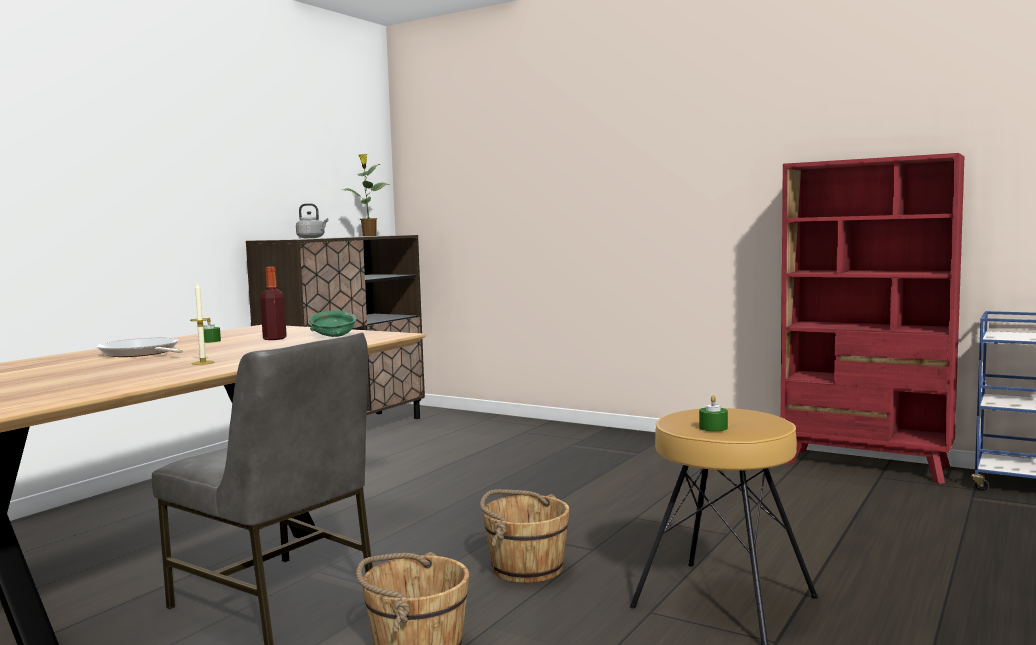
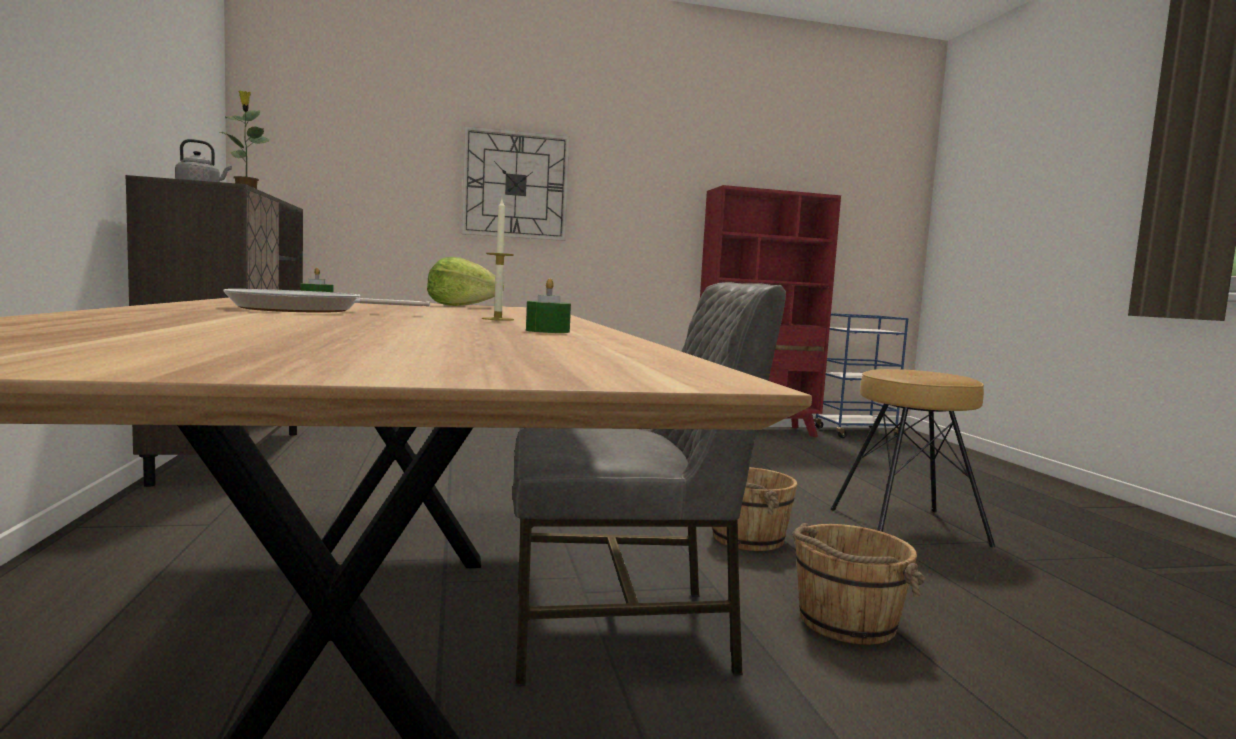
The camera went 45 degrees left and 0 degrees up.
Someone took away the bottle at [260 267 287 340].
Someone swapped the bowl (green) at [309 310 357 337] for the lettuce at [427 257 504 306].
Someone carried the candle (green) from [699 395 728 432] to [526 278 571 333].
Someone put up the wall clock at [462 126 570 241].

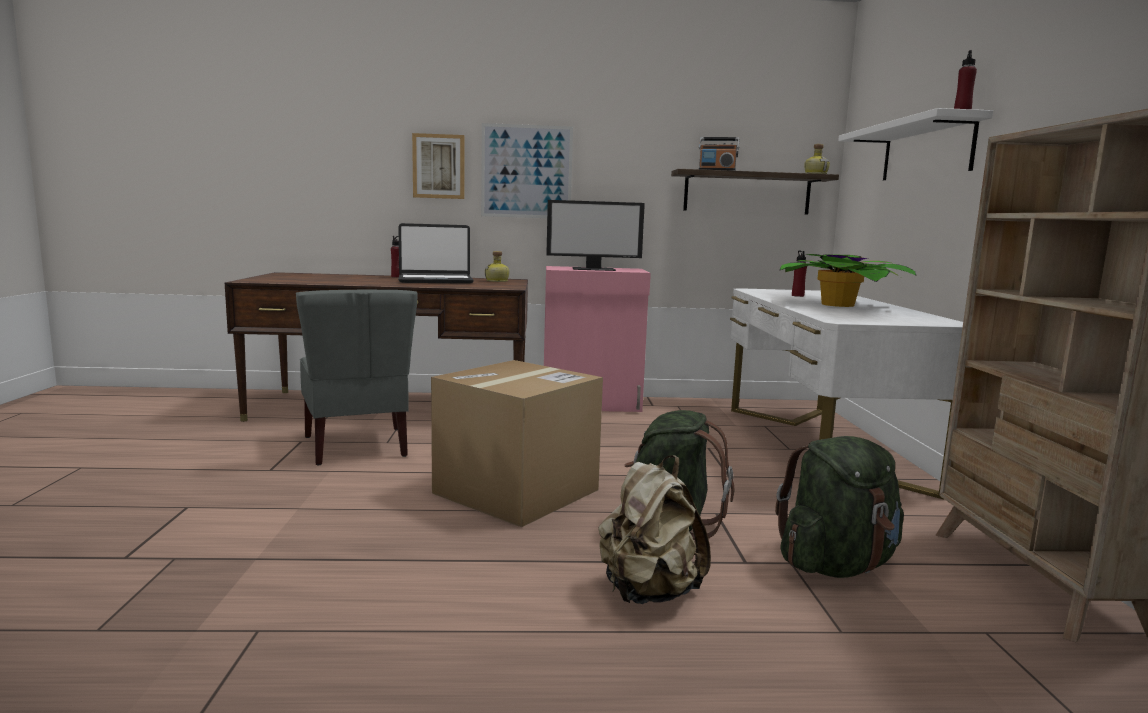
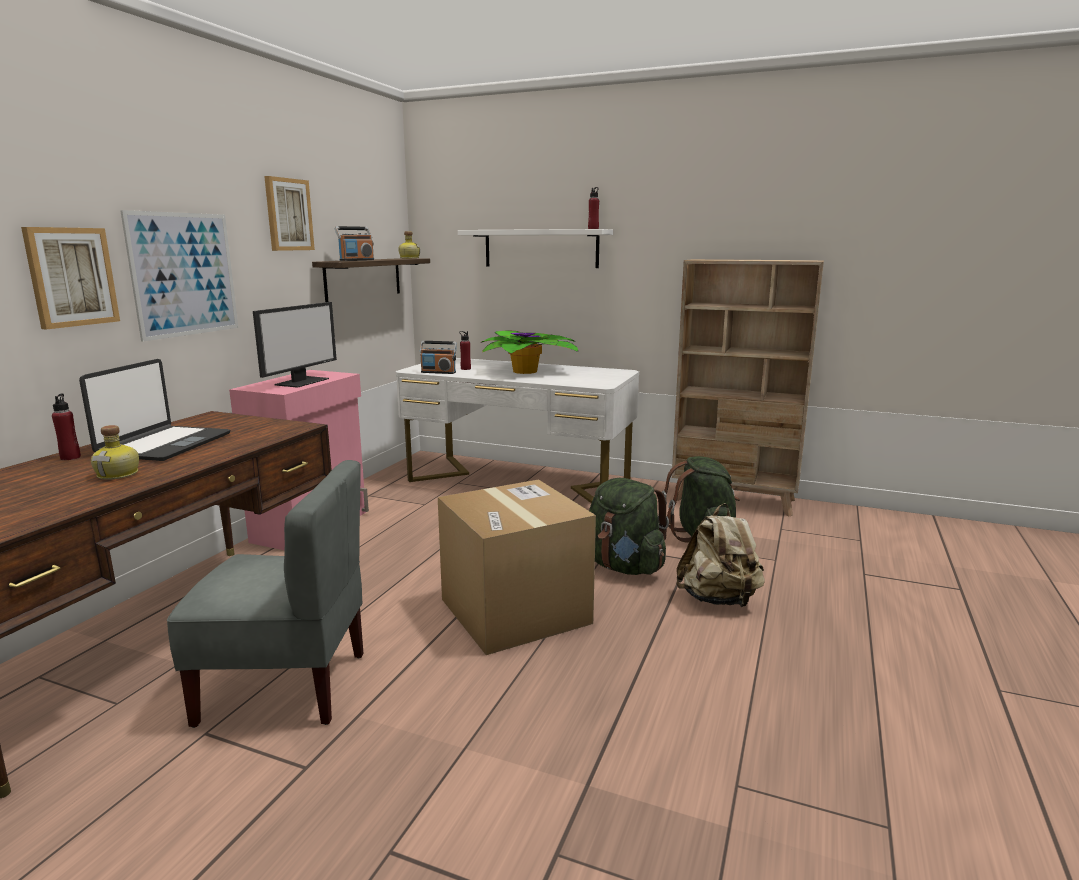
The camera went 65 degrees left and 5 degrees up.
Someone carried the bottle from [485 251 510 282] to [91 425 139 480].
Someone put up the picture at [264 176 315 251].
Someone put down the radio at [420 341 457 374].

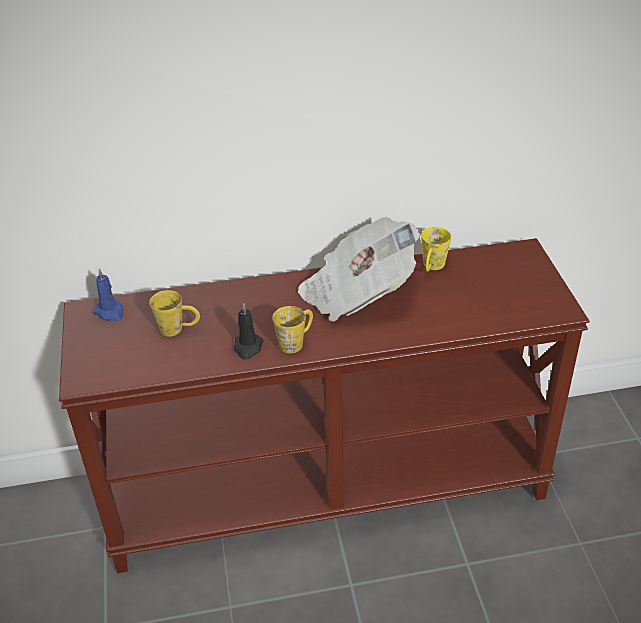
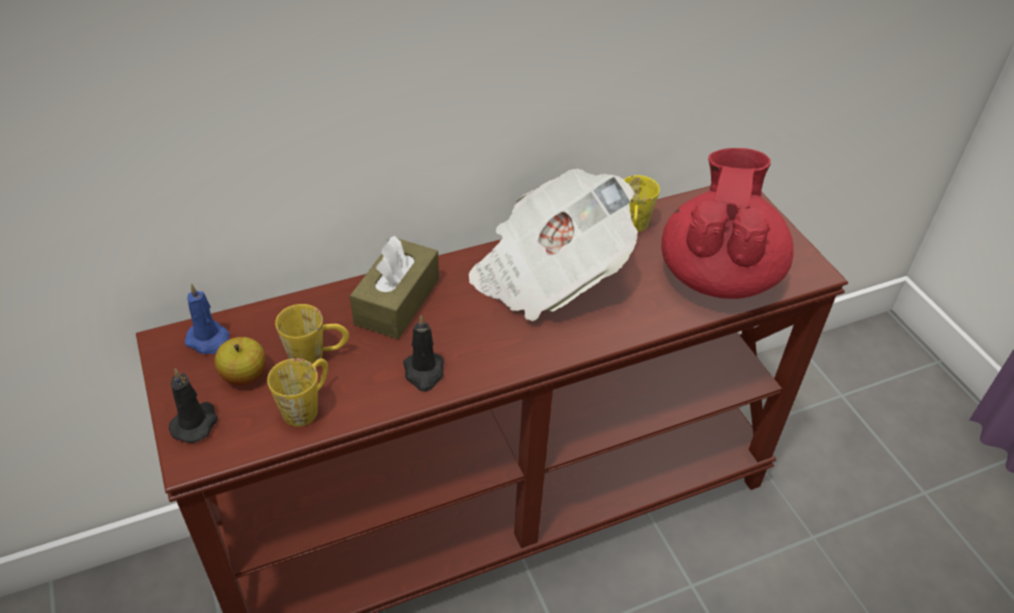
The camera went 15 degrees left and 5 degrees up.
Someone carried the mug (yellow) from [272 306 313 354] to [267 358 328 427].
Someone put down the candle (black) at [169 368 218 443].
Someone put down the apple at [215 337 266 385].
Someone put down the tissue box (brown) at [350 236 439 339].
Someone put down the teapot (red) at [662 148 794 299].

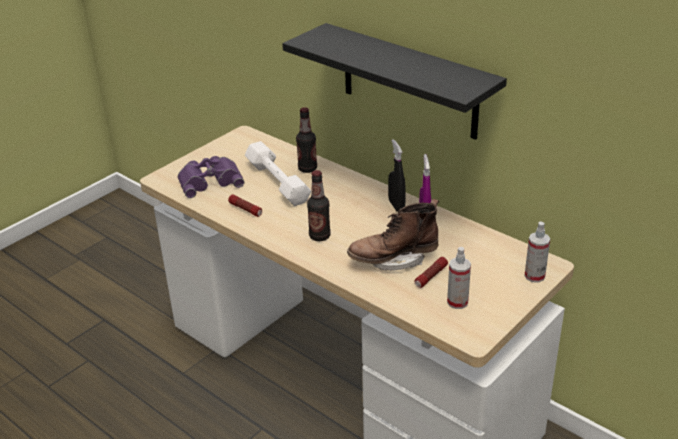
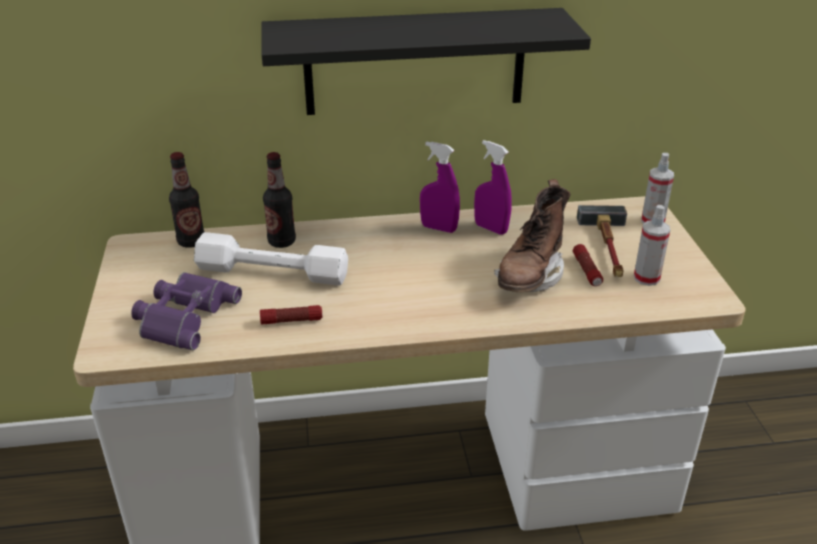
The camera went 50 degrees left and 0 degrees up.
Someone carried the bottle from [307 170 331 241] to [169 152 205 248].
Someone repainted the spray bottle (black) at [388 139 406 212], which became the spray bottle (purple) at [420 141 460 233].
Someone put down the hammer at [577 205 627 277].

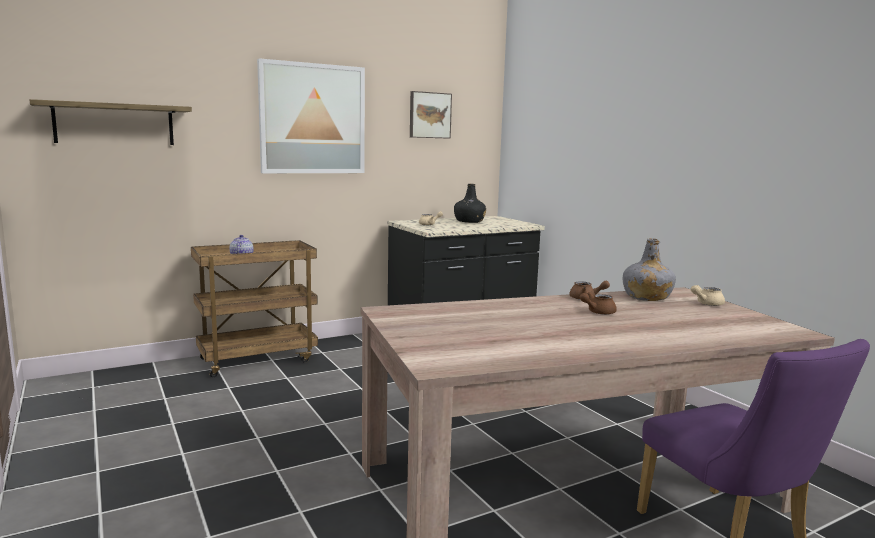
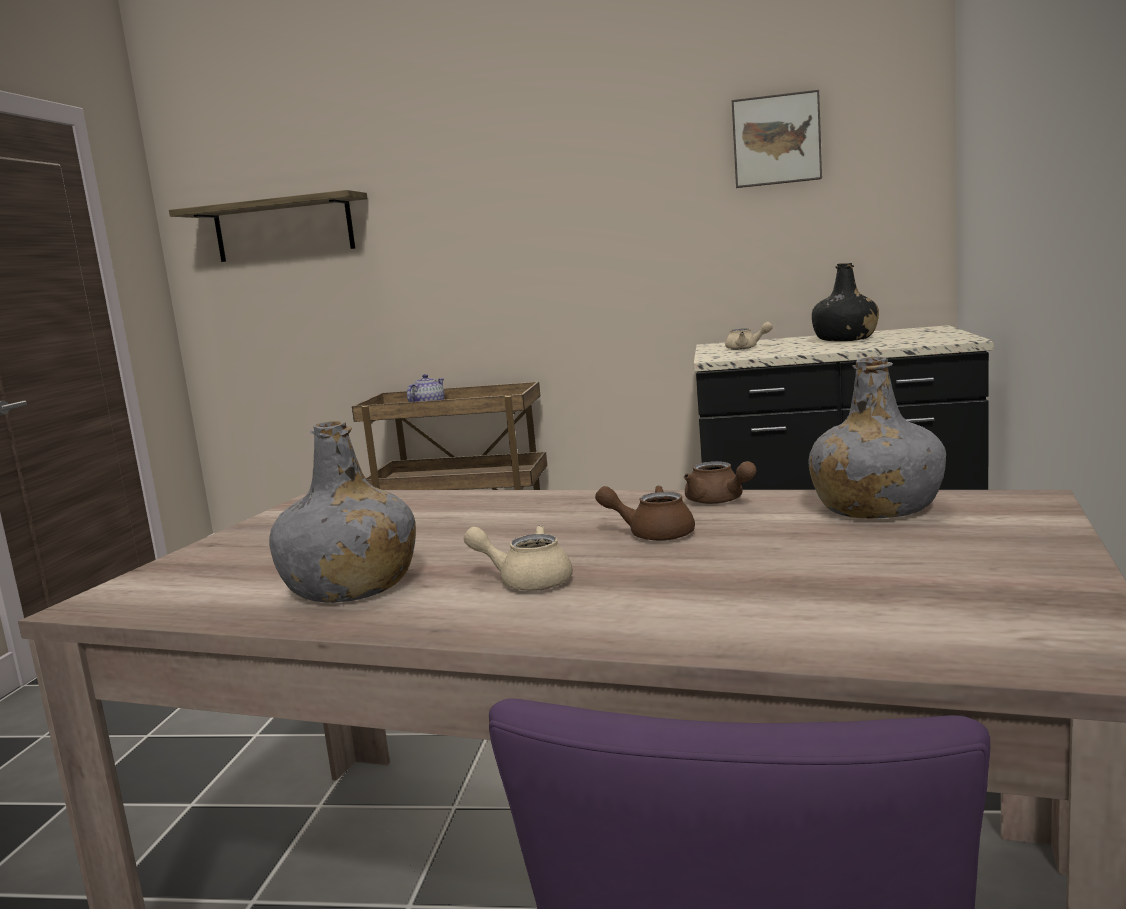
The camera went 40 degrees right and 0 degrees up.
Someone took away the picture at [257 58 365 173].
Someone carried the teapot (beige) from [691 285 725 306] to [464 525 573 591].
Someone put down the bottle (grey) at [269 421 416 603].

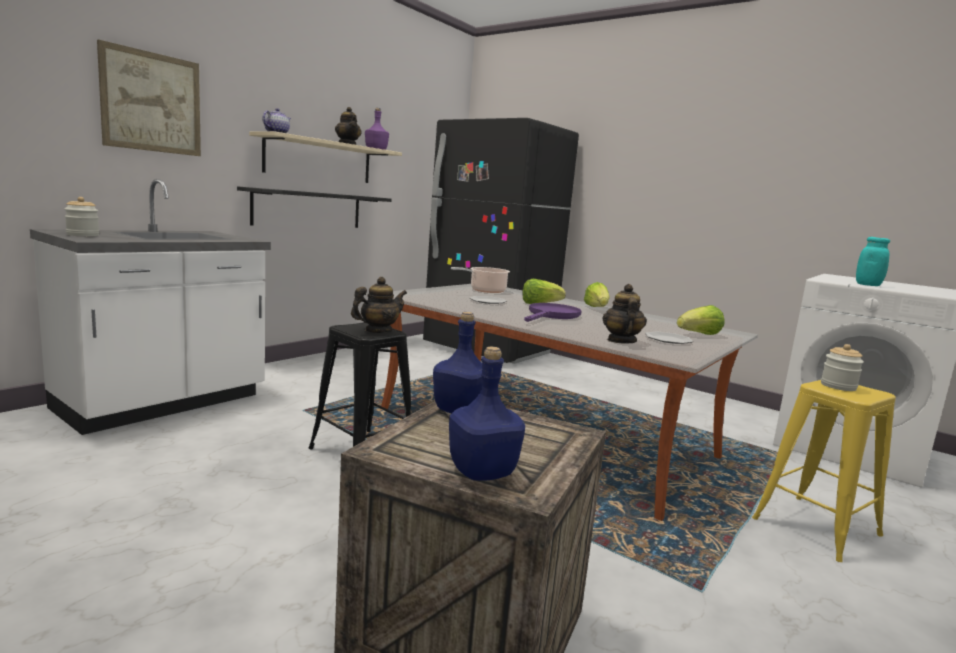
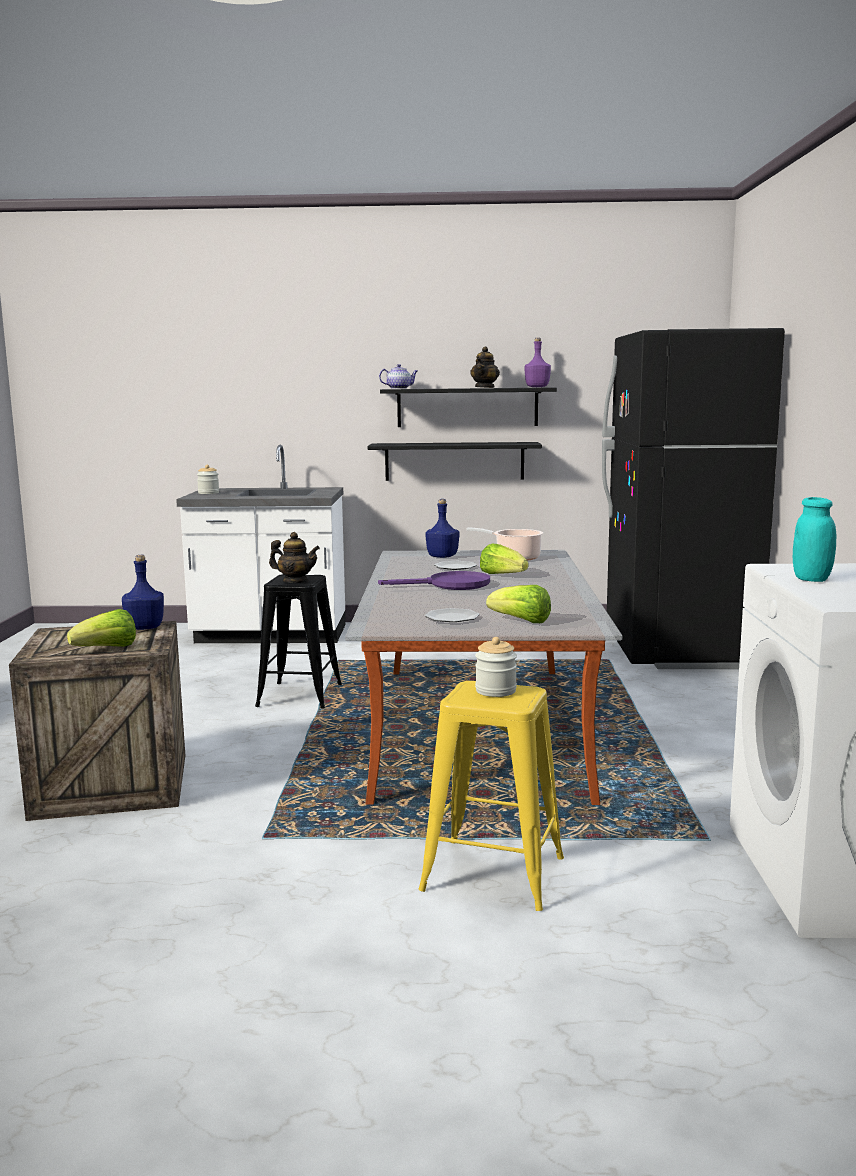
The camera went 55 degrees right and 0 degrees up.
Someone took away the picture at [97 39 201 156].
Someone repainted the shelf (beige) at [249 131 402 183], which became the shelf (black) at [380 388 557 427].
Someone carried the bottle (blue) from [449 347 525 481] to [425 499 459 558].
Someone carried the lettuce from [584 282 610 307] to [67 609 136 647].
Someone took away the teapot at [602 284 647 343].

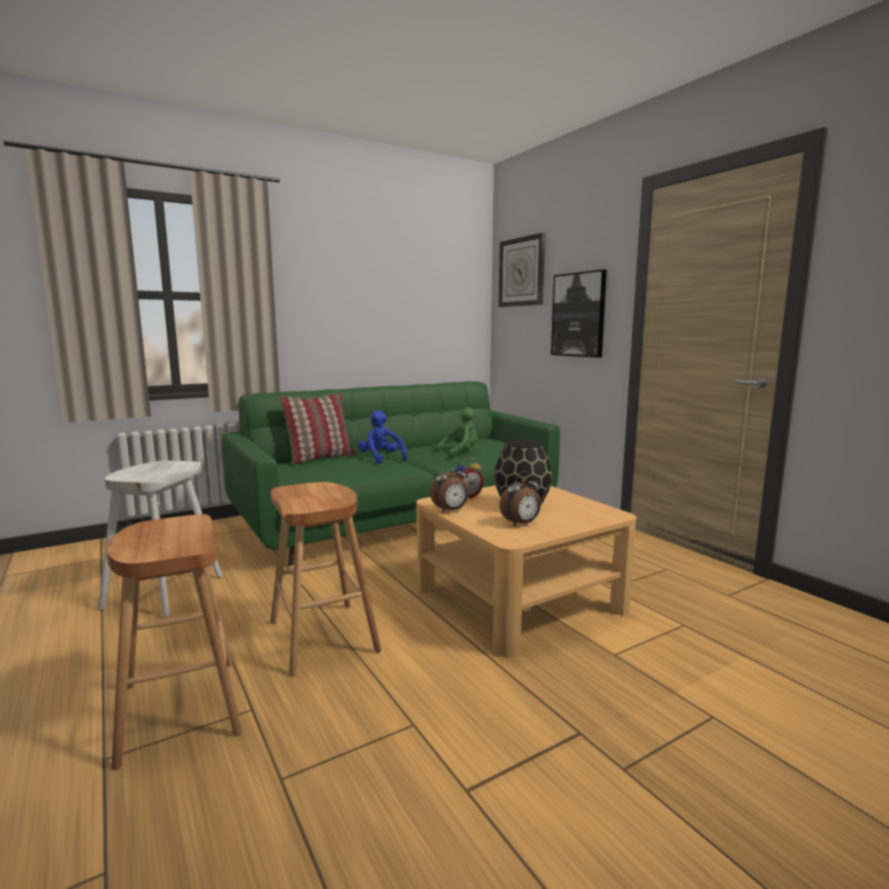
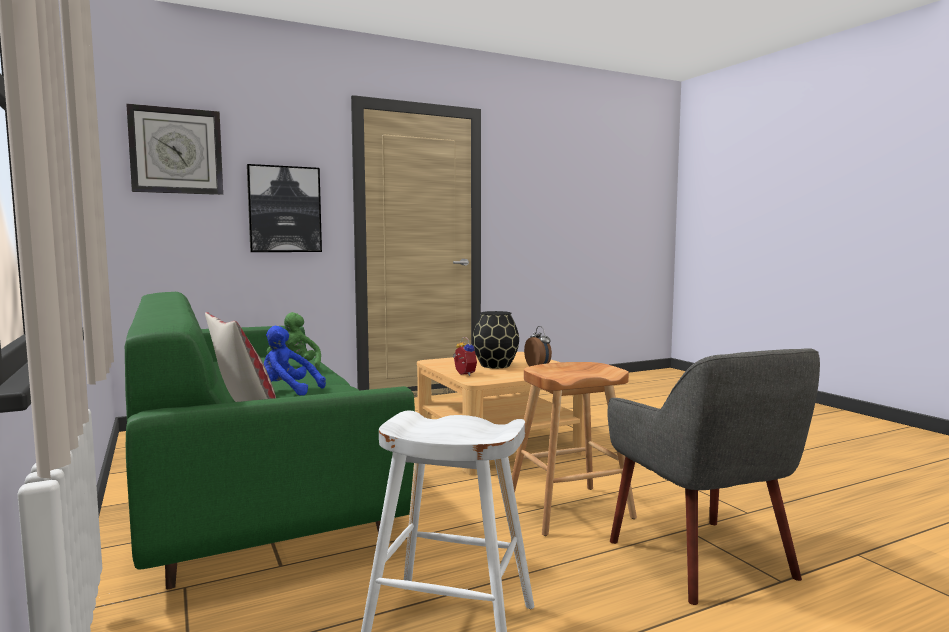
The camera went 85 degrees left and 5 degrees down.
Someone swapped the stool (brown) at [106 514 242 770] for the armchair (grey) at [608 348 820 605].
Someone rotated the plush toy (blue) at [358 410 407 463] by 45 degrees clockwise.
Someone took away the alarm clock at [430 461 469 512].

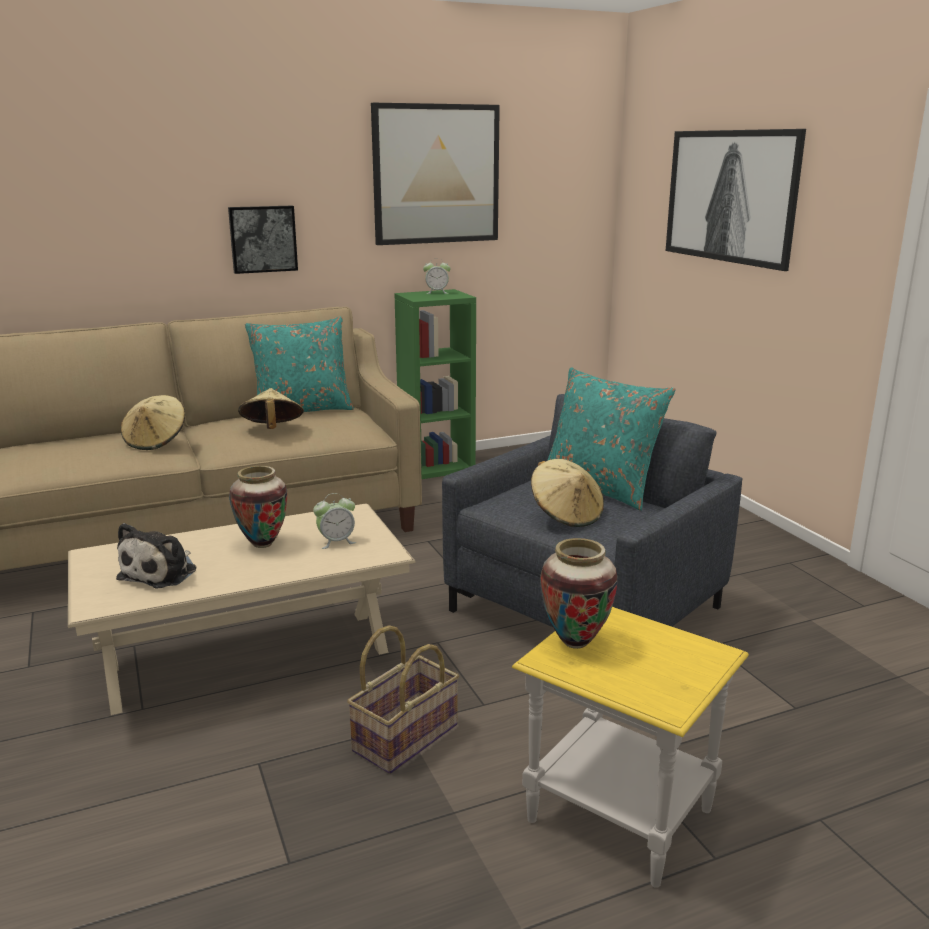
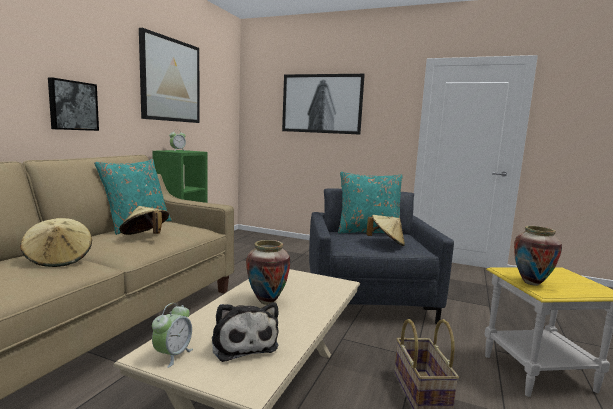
The camera went 45 degrees left and 10 degrees down.
Someone carried the alarm clock from [313 493 356 549] to [152 303 193 368].

